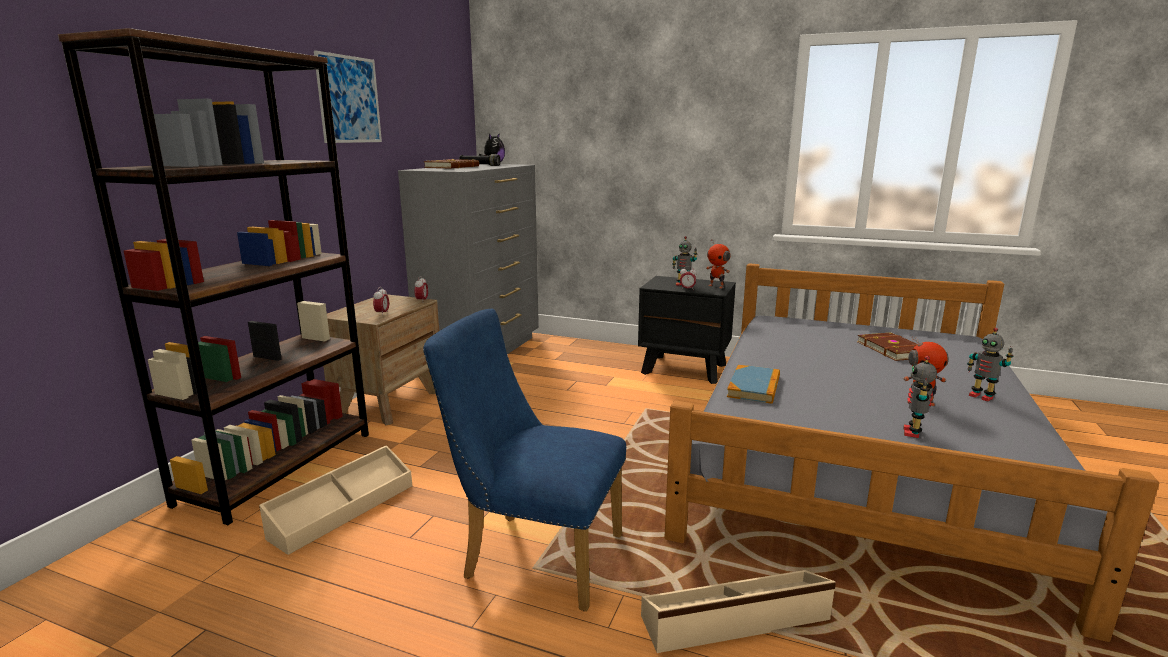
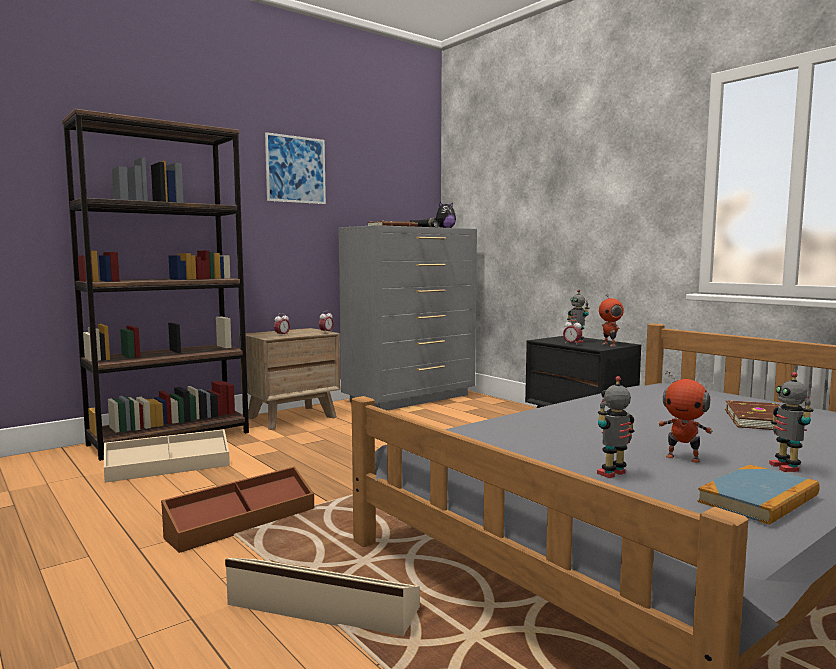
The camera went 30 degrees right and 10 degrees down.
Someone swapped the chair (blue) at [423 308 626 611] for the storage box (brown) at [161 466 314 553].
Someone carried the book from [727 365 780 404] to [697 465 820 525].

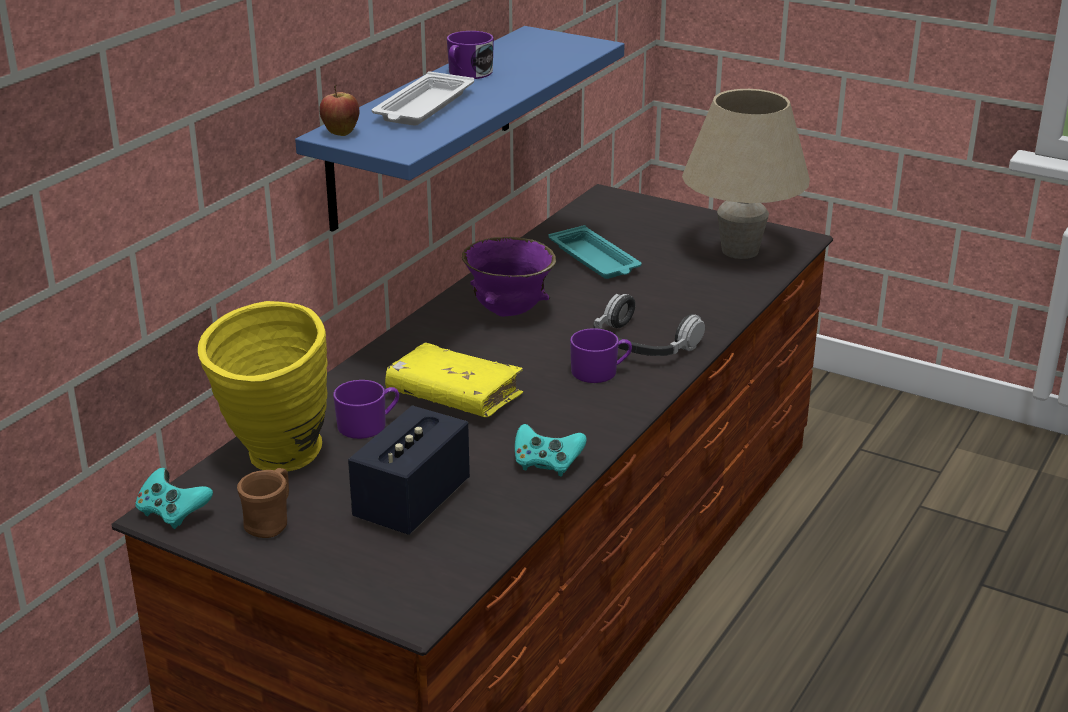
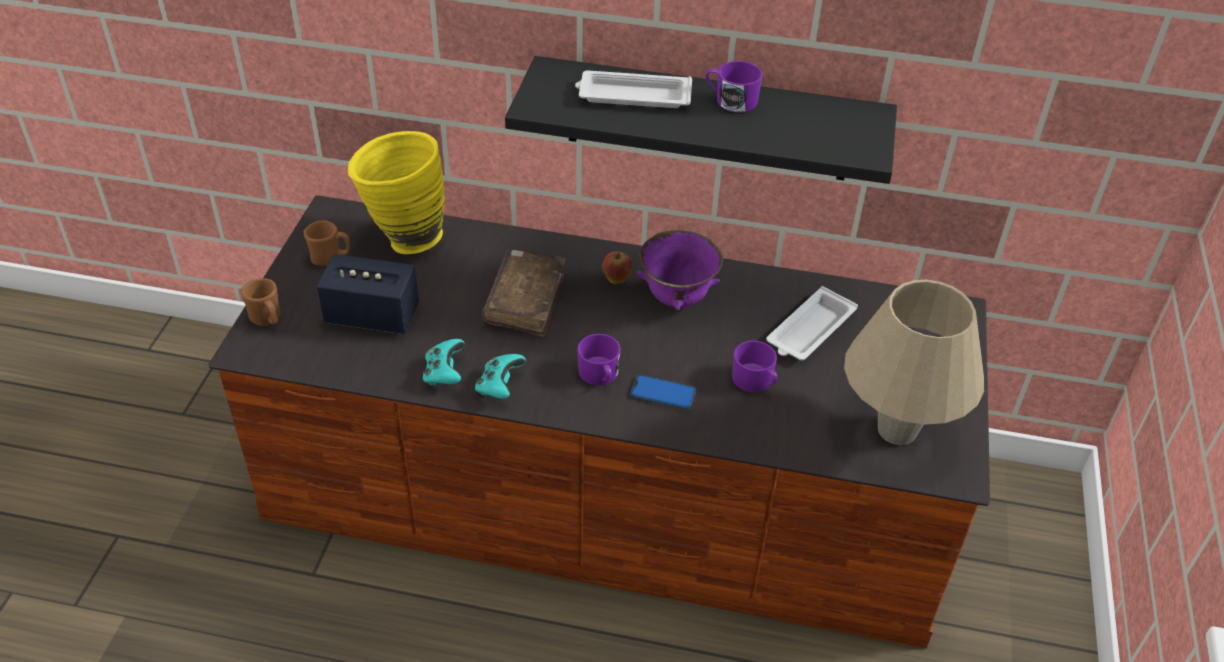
The camera went 70 degrees right and 15 degrees up.
Someone carried the game controller (turquoise) from [135 468 213 529] to [475 354 526 399].
Someone repainted the shelf (blue) at [295 26 624 232], which became the shelf (black) at [505 56 897 184].
Someone carried the apple from [319 85 360 136] to [602 249 632 284].
Someone carried the mug (purple) from [333 380 399 439] to [732 341 778 392].
Someone repainted the book (yellow) at [385 342 523 417], which became the book (brown) at [482 248 565 336].
Someone repainted the tray (turquoise) at [549 225 642 279], which became the tray (white) at [766 286 858 360].
Someone swapped the headphones at [594 294 705 356] for the phone at [631 375 696 409].
Someone put down the mug (brown) at [241 278 280 326].

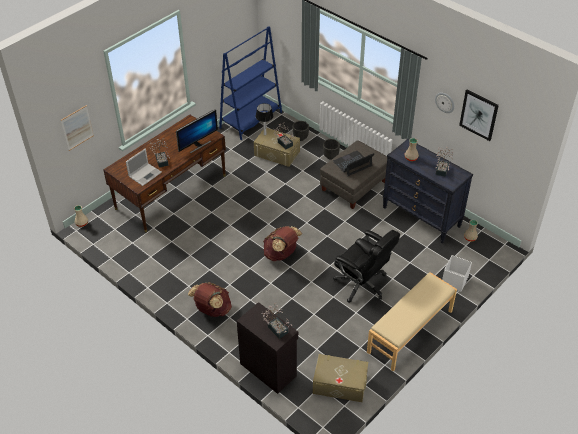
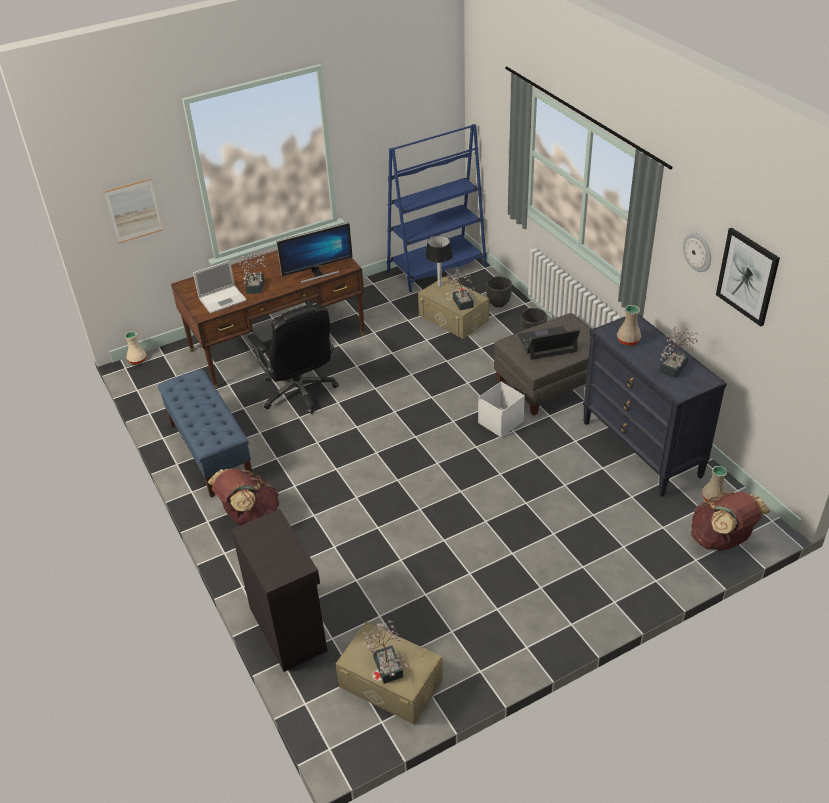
The camera went 20 degrees right and 5 degrees down.
Someone carried the backpack (brown) from [263 226 302 261] to [691 492 770 551].
Someone carried the potted plant from [263 303 292 339] to [362 620 408 684].
Someone carried the office chair (black) from [333 230 400 303] to [248 304 339 414].
Someone took away the bench (beige) at [367 272 457 372].
Someone carried the storage box (white) from [442 255 472 292] to [478 382 525 438].
Someone put down the bench (blue) at [158 369 253 497].

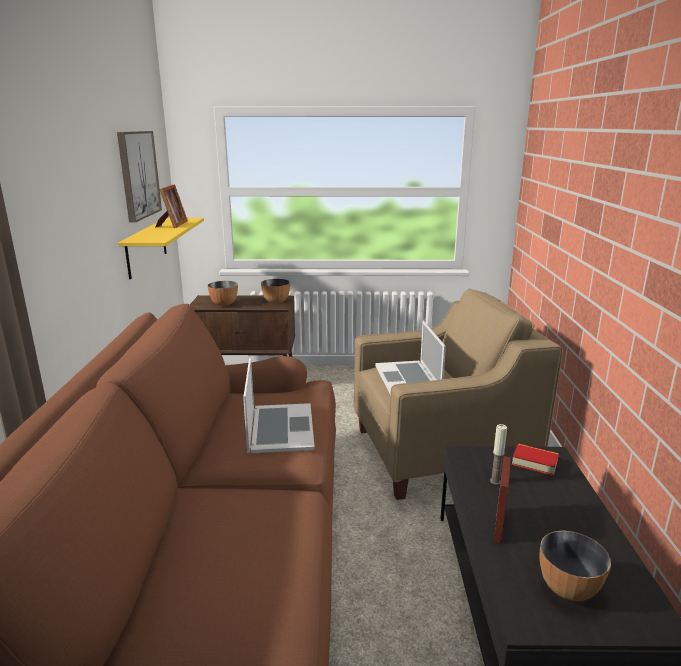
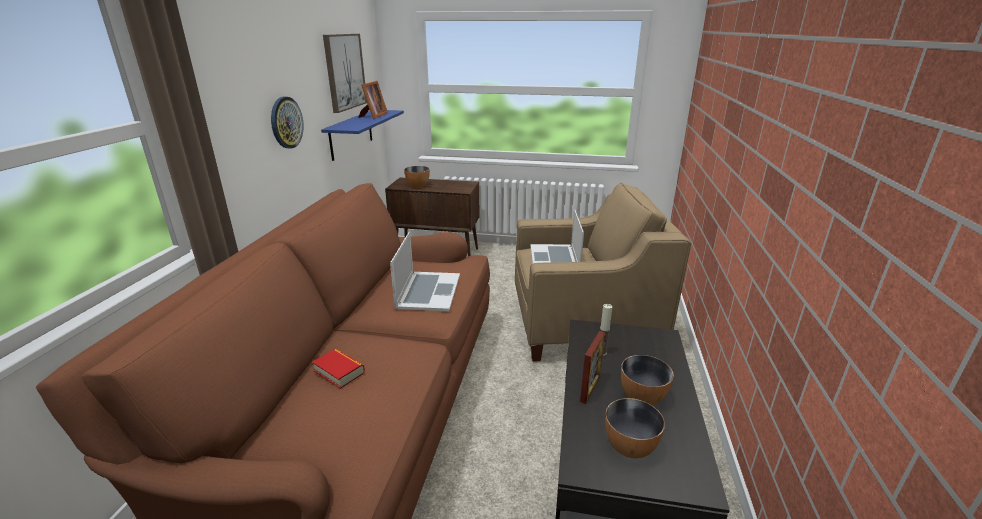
The camera went 10 degrees right and 5 degrees up.
Someone repainted the shelf (yellow) at [118 218 204 279], which became the shelf (blue) at [321 110 404 161].
Someone carried the bowl from [261 279 290 304] to [621 355 674 405].
Someone carried the book from [512 444 559 476] to [312 349 365 389].
Someone put up the wall clock at [271 97 303 148].

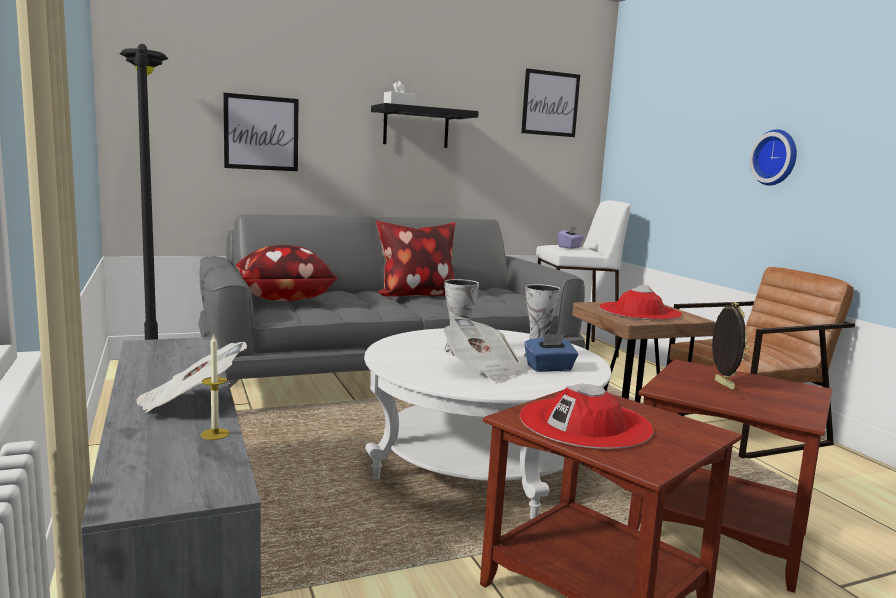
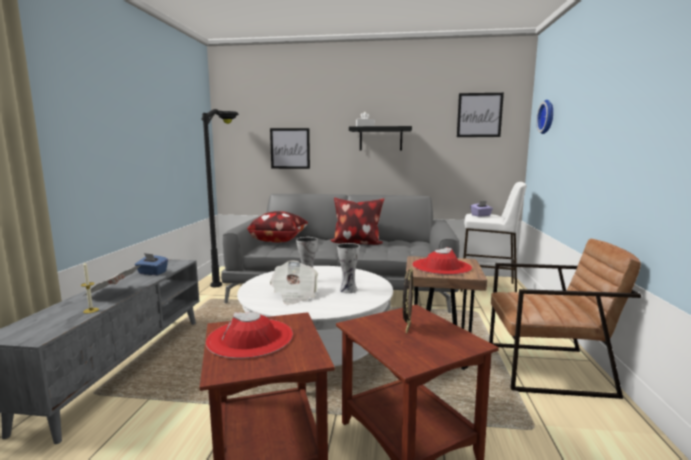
The camera went 30 degrees right and 0 degrees up.
Someone carried the tissue box (blue) from [524 334 578 372] to [135 253 168 275].
Someone carried the wall clock from [749 129 797 186] to [536 100 553 134].

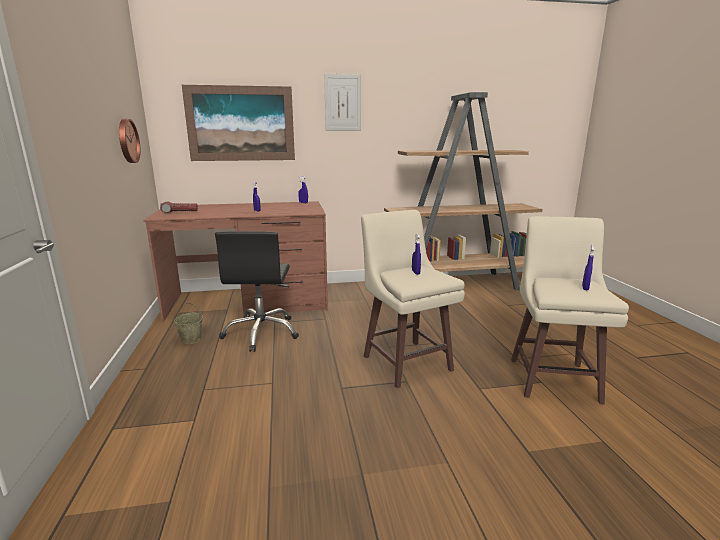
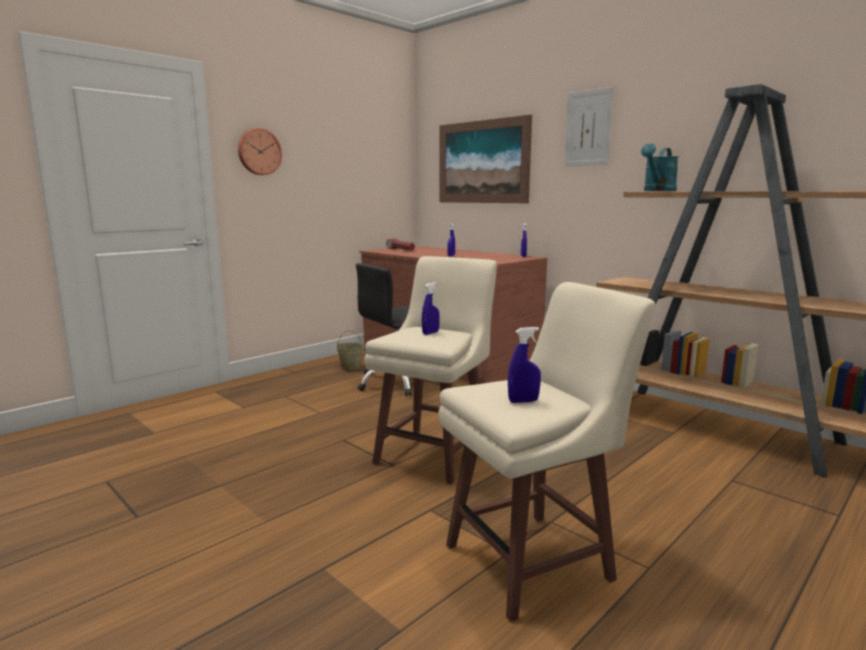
The camera went 55 degrees right and 5 degrees down.
Someone carried the wall clock from [119 119 141 163] to [238 128 282 175].
Someone put down the watering can (turquoise) at [641 143 679 191].

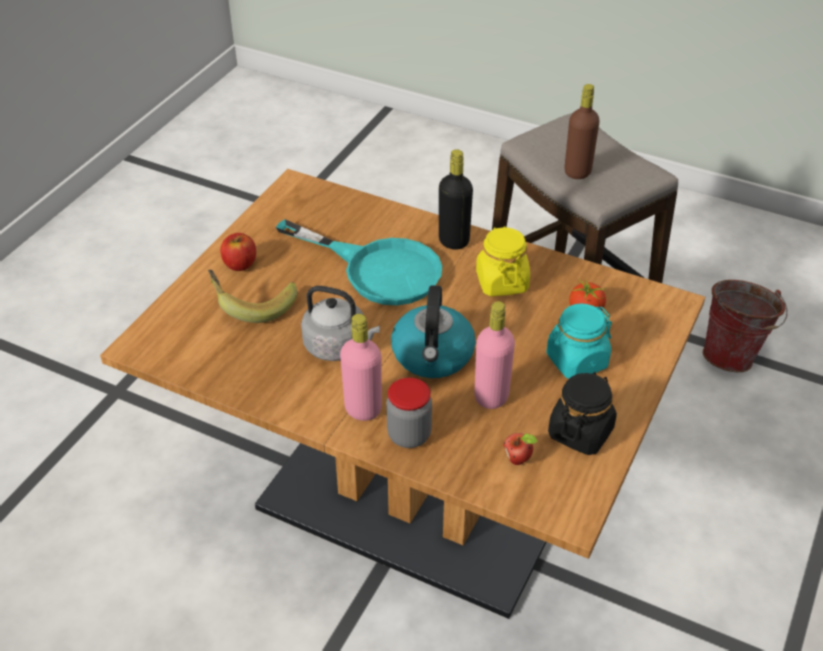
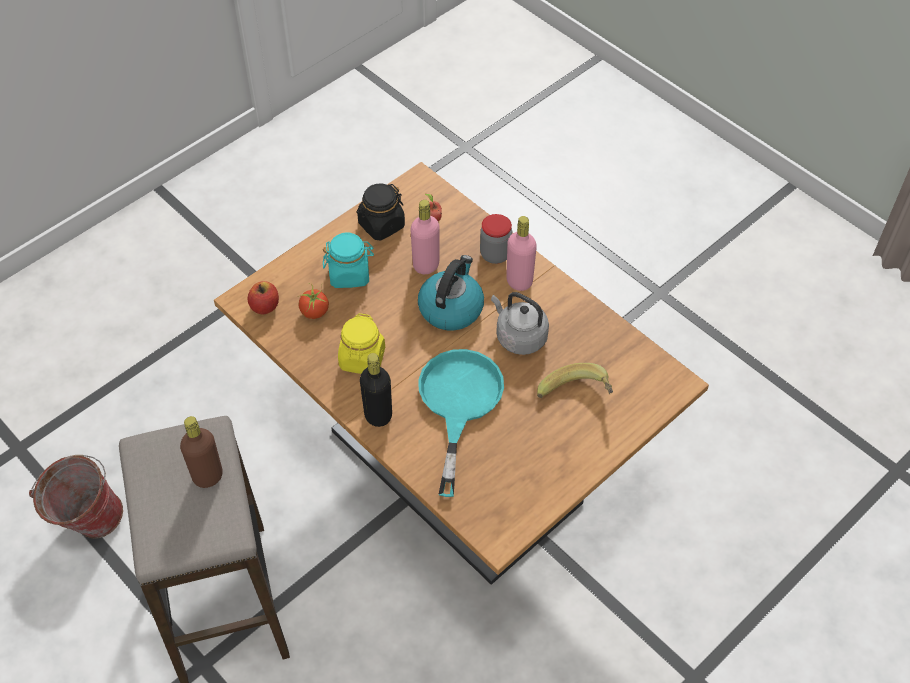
The camera went 160 degrees left and 10 degrees up.
Someone carried the apple from [220 233 256 271] to [247 281 279 315].
Someone rotated the frying pan (turquoise) at [276 219 442 306] by 45 degrees clockwise.

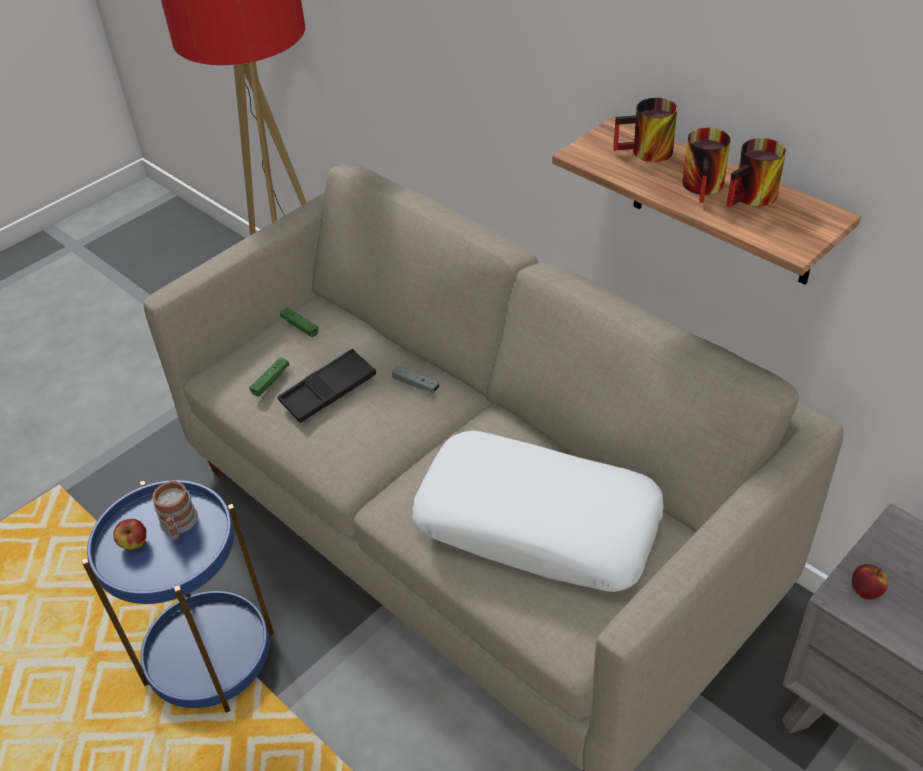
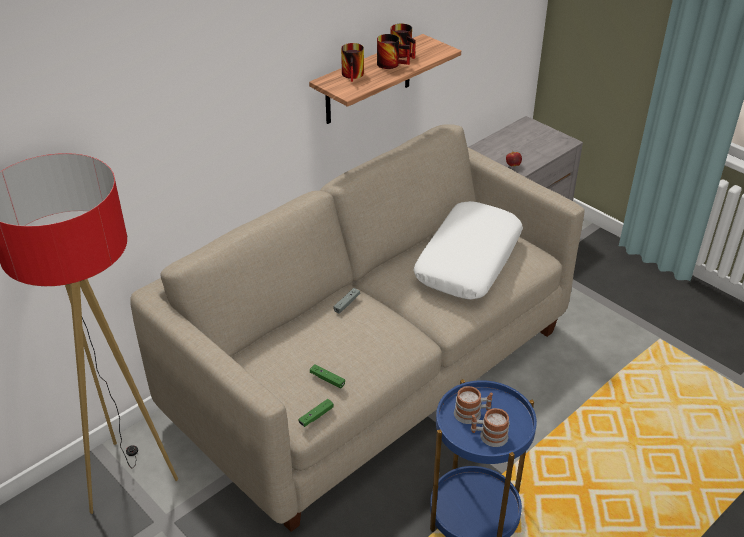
The camera went 90 degrees left and 5 degrees down.
Someone swapped the apple at [113 519 146 550] for the mug at [471 408 509 447].
Someone took away the tray (black) at [277 349 376 423].
Someone carried the game controller (green) from [280 307 319 337] to [299 399 334 427].

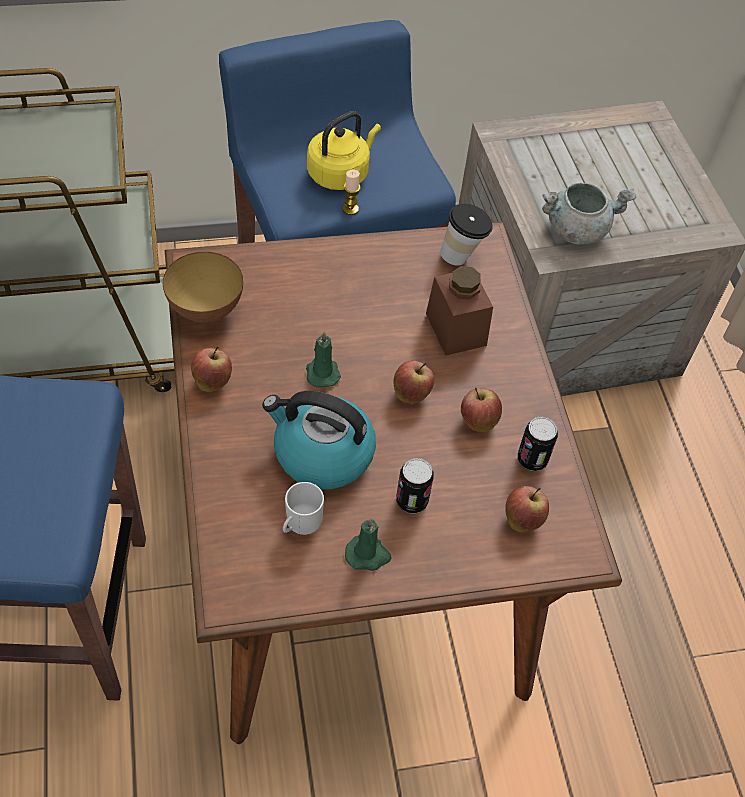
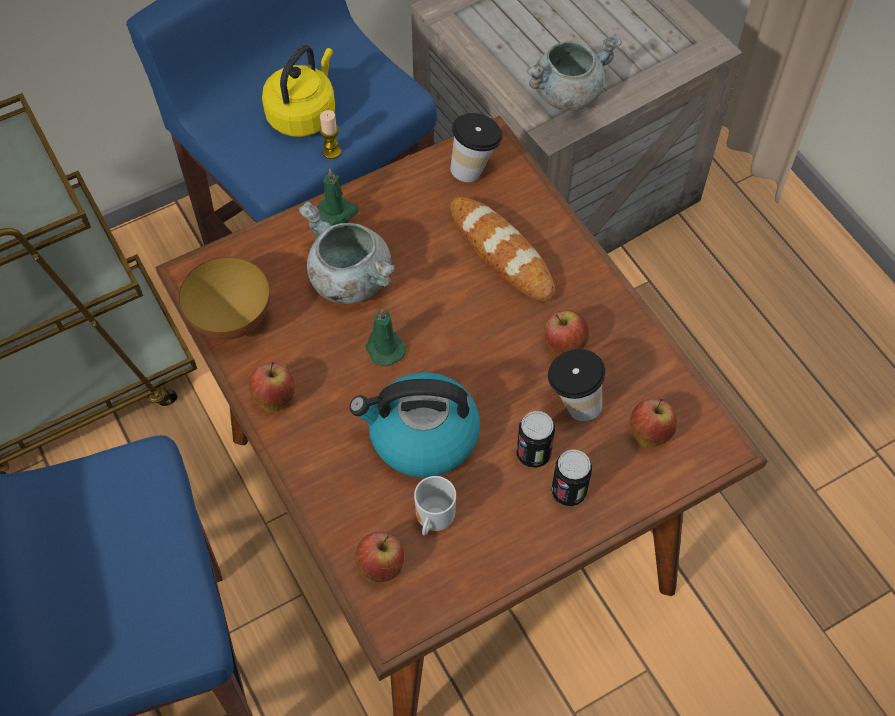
The camera went 15 degrees left and 5 degrees up.
Someone carried the candle (green) from [345 518 392 571] to [317 168 359 226].
Someone carried the apple from [394 360 434 404] to [355 532 404 583].
Someone swapped the jar (brown) at [426 266 493 356] for the bread at [450 197 555 301].
Someone carried the can from [517 416 558 471] to [551 449 592 507].
Someone put down the cooking pot (grey) at [298 201 396 304].
Someone put down the cup at [548 349 605 421].

